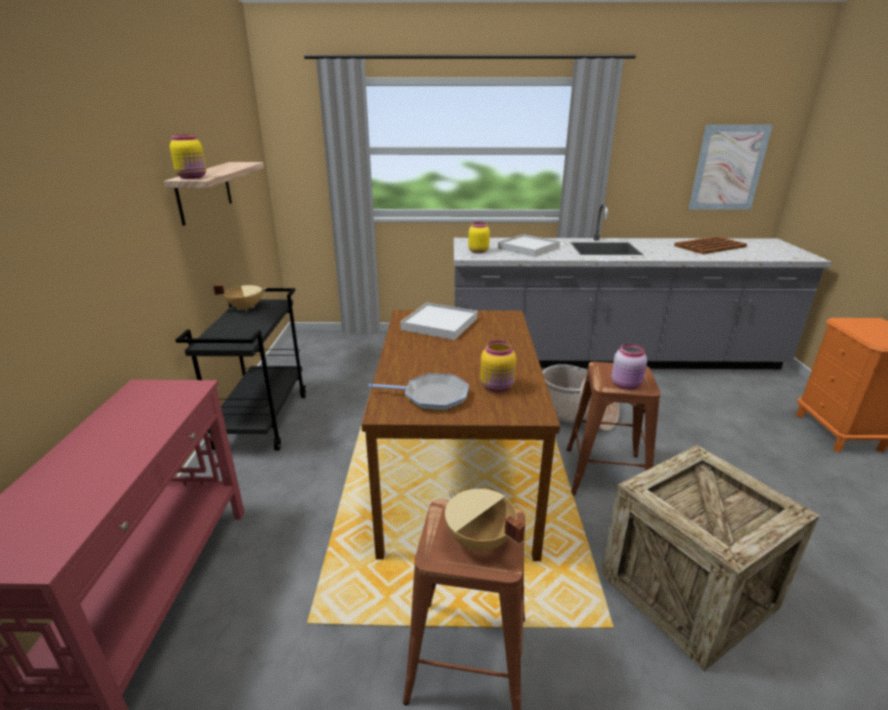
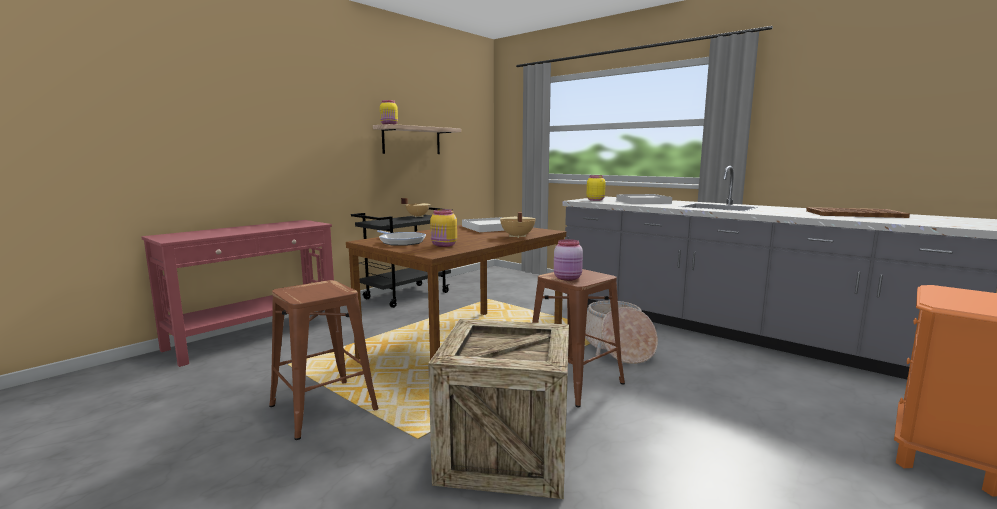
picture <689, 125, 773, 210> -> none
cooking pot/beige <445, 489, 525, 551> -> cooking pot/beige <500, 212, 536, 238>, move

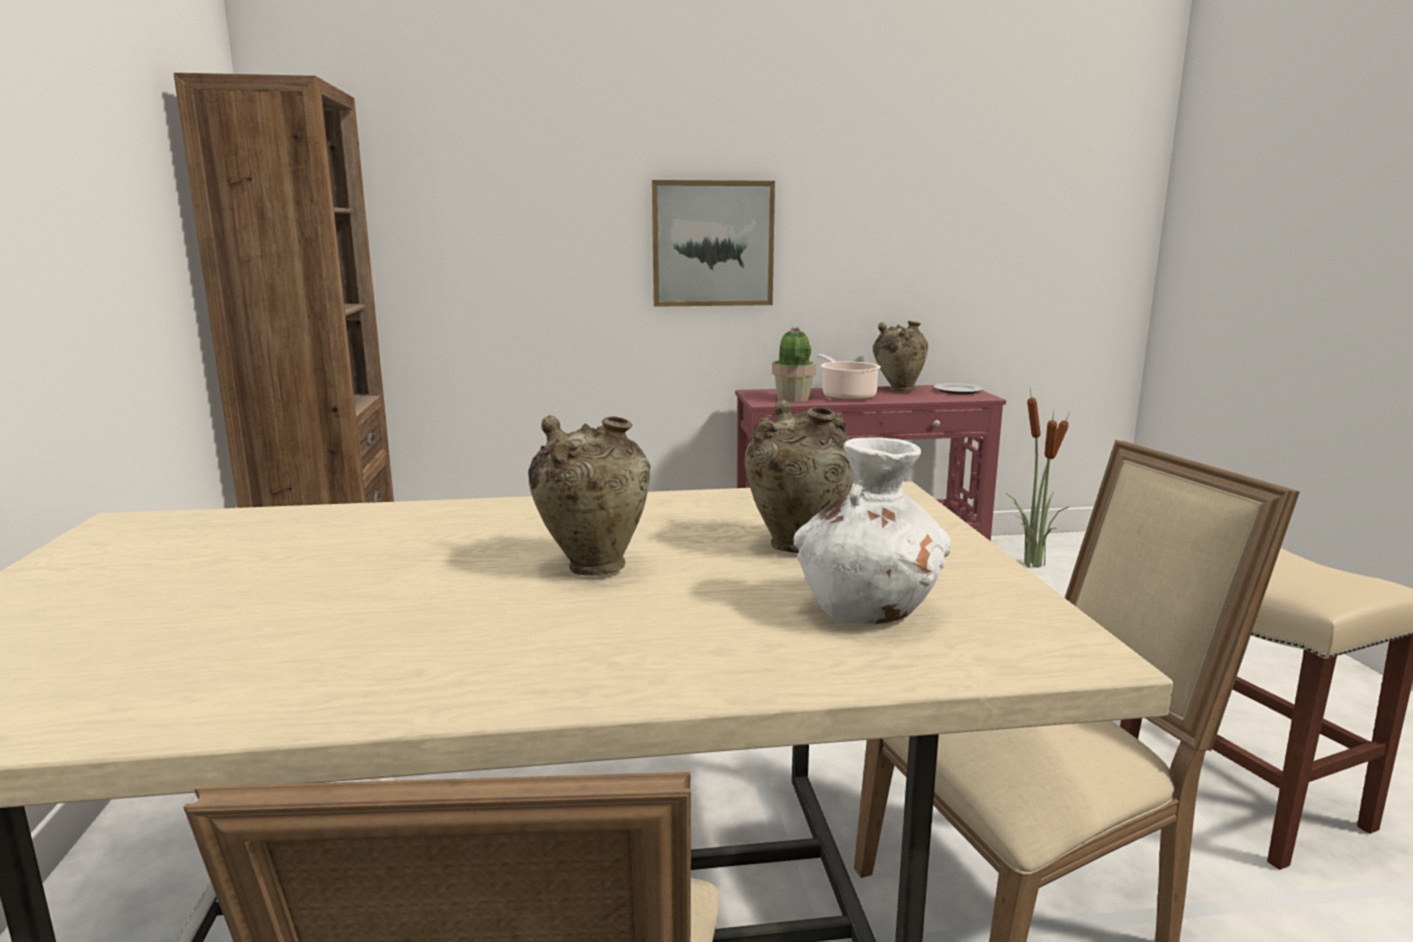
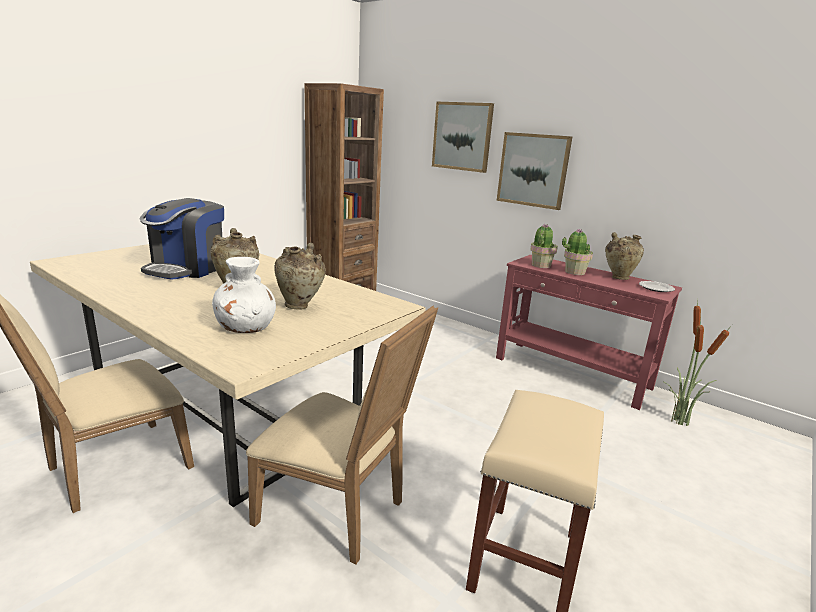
cooking pot <817, 354, 881, 401> -> potted plant <562, 228, 593, 275>
none -> picture <432, 102, 494, 173>
none -> coffee machine <140, 198, 224, 280>

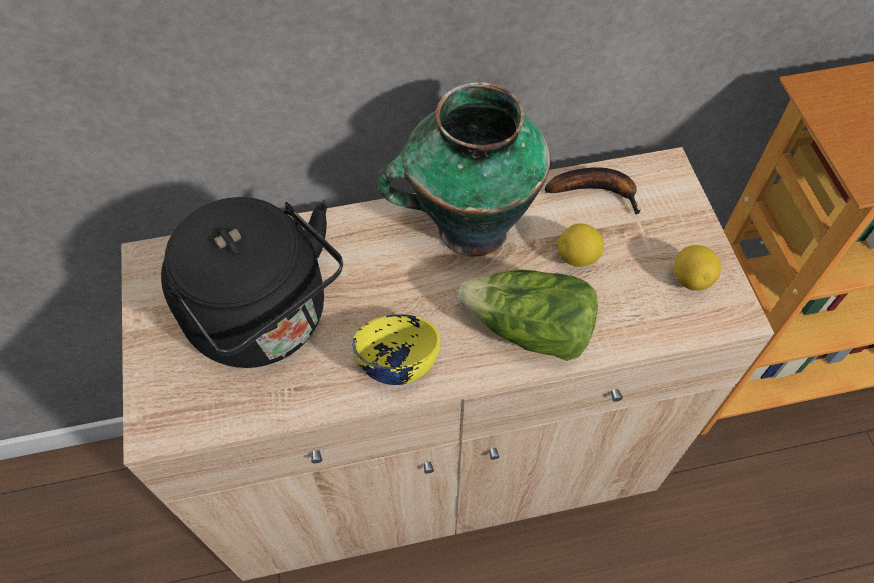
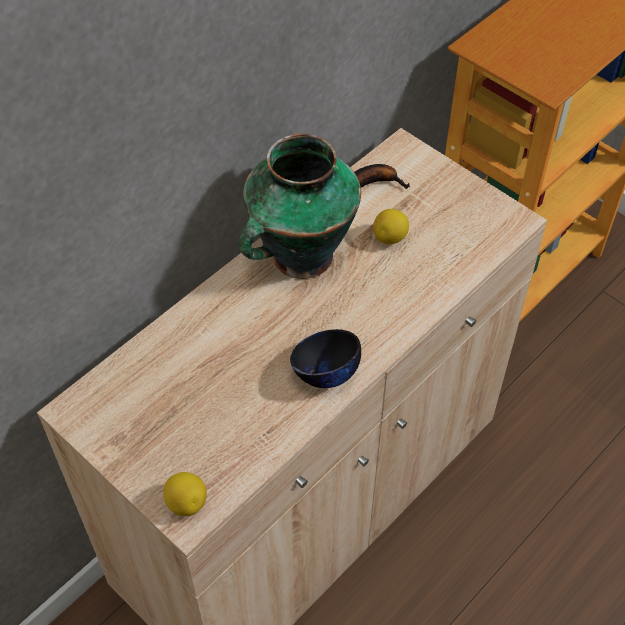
kettle/black <161, 197, 343, 368> -> none
lemon <674, 245, 721, 291> -> lemon <163, 472, 207, 516>, move
lettuce <458, 270, 598, 361> -> none
bowl/yellow <352, 314, 440, 385> -> bowl/black <290, 329, 361, 388>

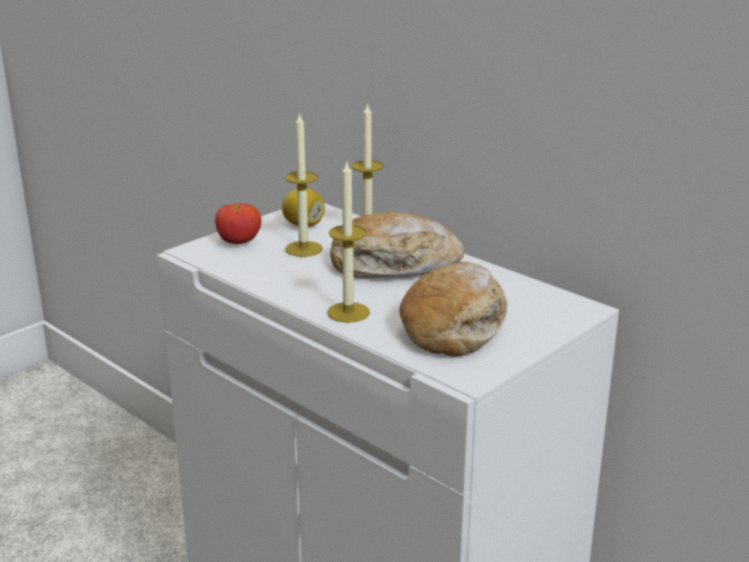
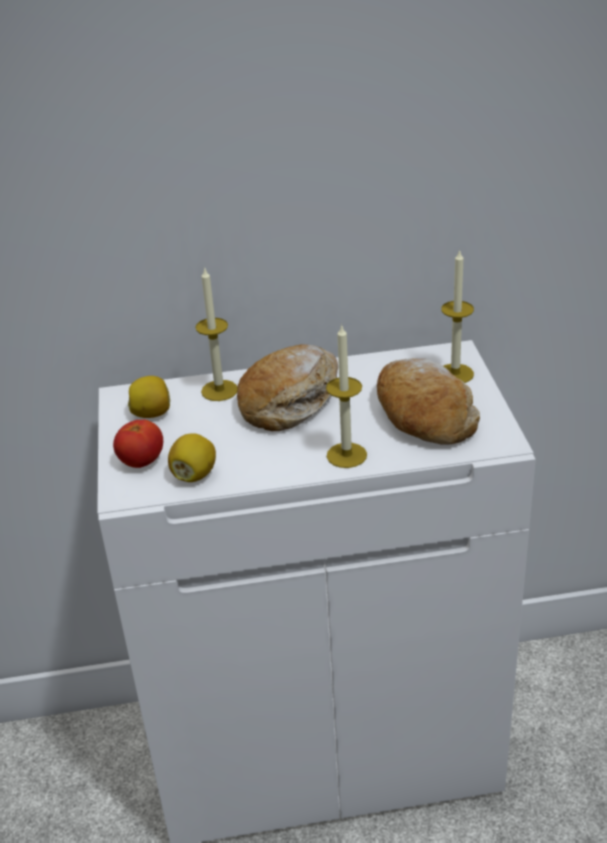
candle <285, 112, 323, 257> -> candle <441, 249, 474, 383>, move
none -> lemon <168, 433, 216, 482>

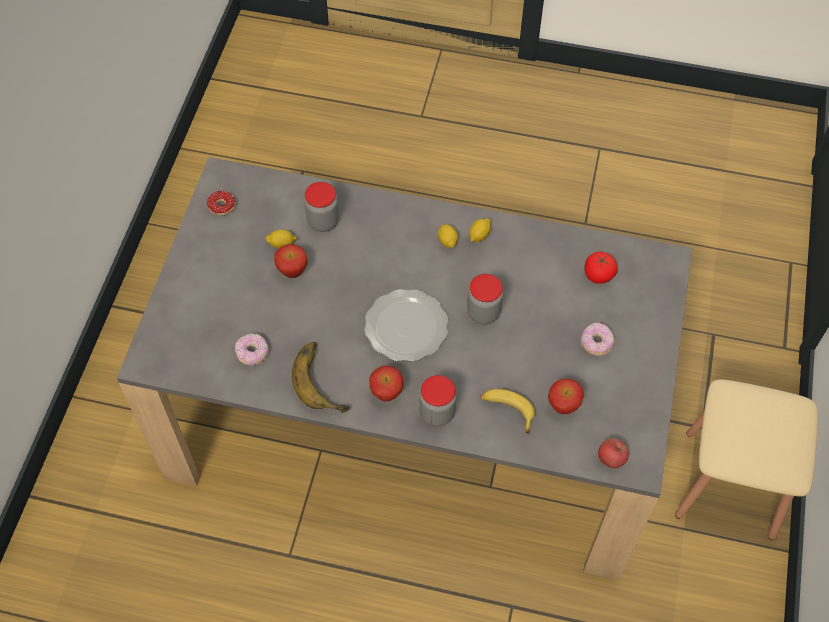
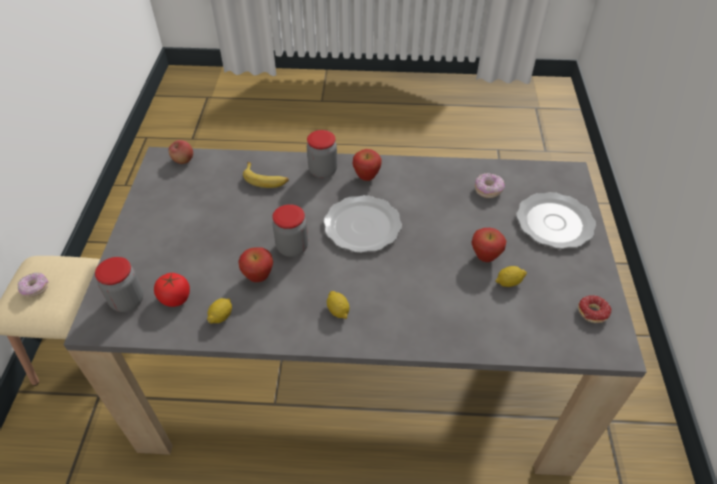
jar <304, 182, 339, 232> -> jar <95, 257, 144, 312>, move
lemon <469, 219, 491, 242> -> lemon <207, 298, 232, 323>, move
donut <581, 323, 614, 356> -> donut <17, 273, 49, 297>, move
banana <292, 342, 350, 413> -> none
apple <548, 378, 584, 414> -> apple <238, 247, 273, 282>, move
none -> plate <516, 192, 596, 249>

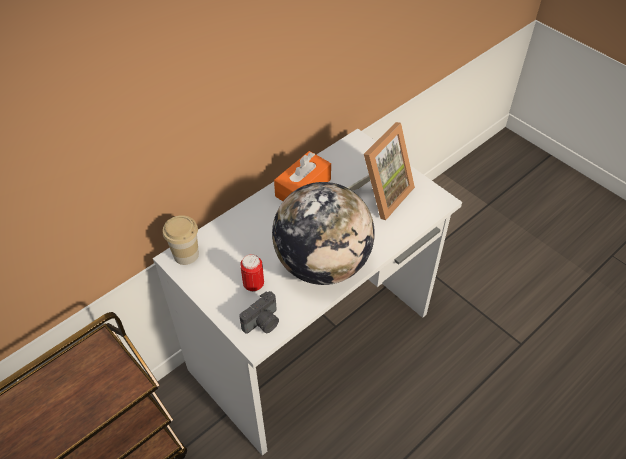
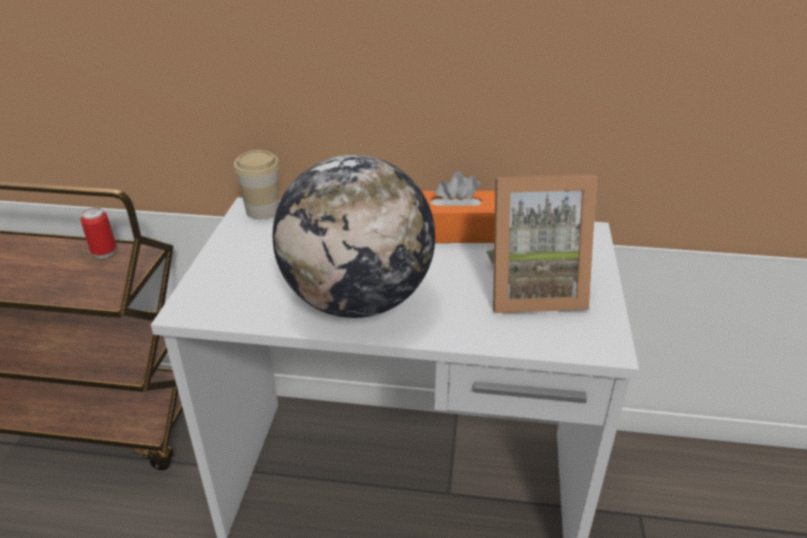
can <240, 254, 264, 292> -> can <81, 208, 116, 258>, move
photo camera <239, 291, 279, 334> -> none

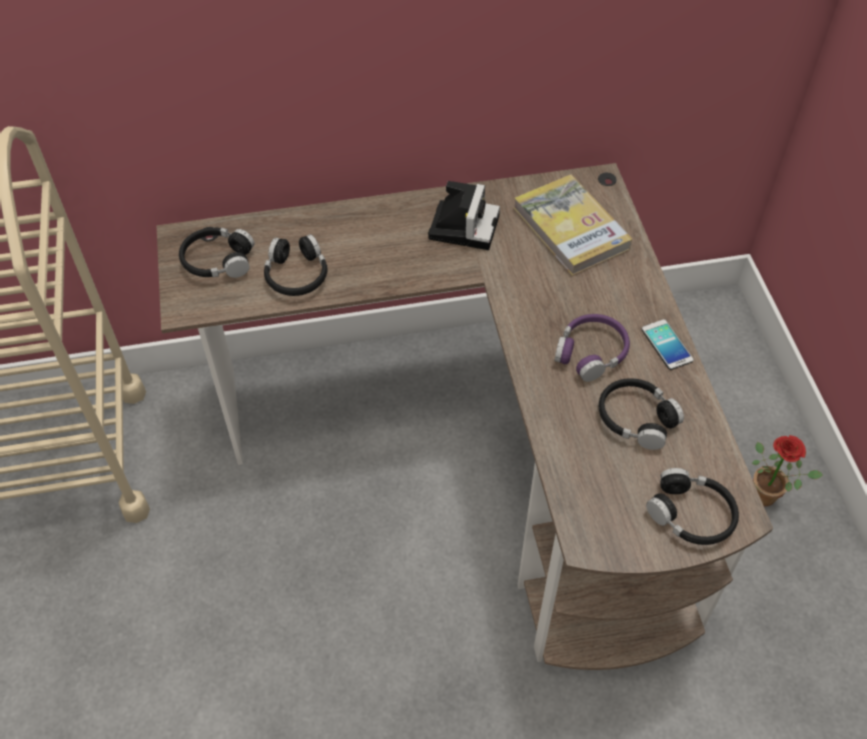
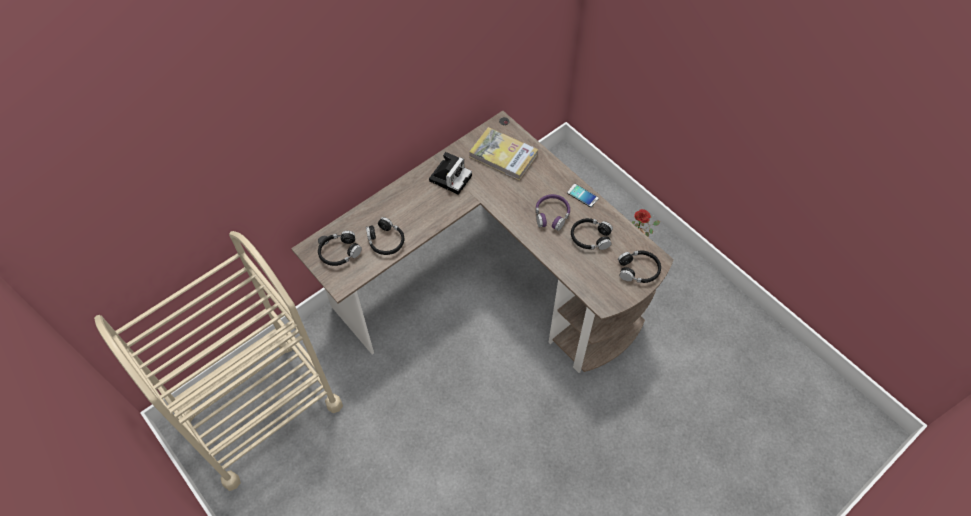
photo camera <428, 181, 500, 250> -> photo camera <429, 152, 472, 195>, 45 degrees clockwise

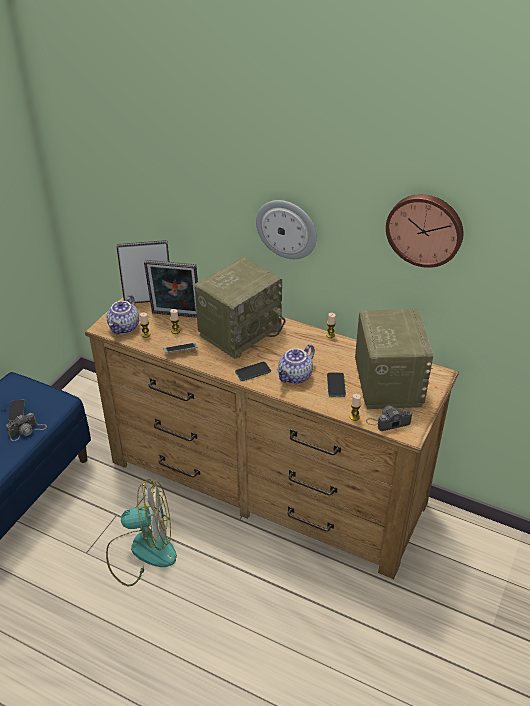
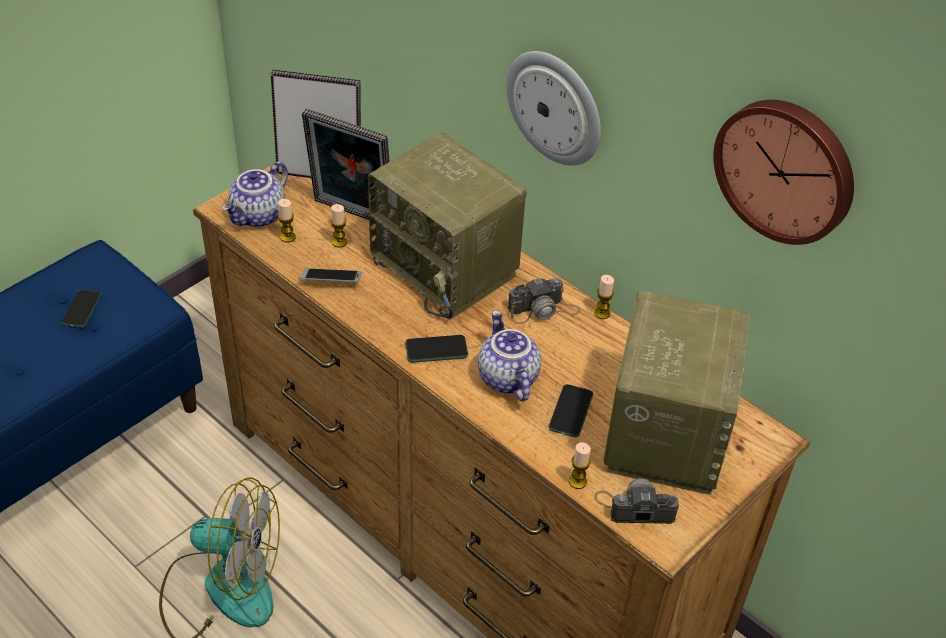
radio <194, 257, 285, 359> -> radio <368, 133, 527, 320>, 75 degrees clockwise
teapot <276, 344, 315, 384> -> teapot <478, 310, 541, 402>, 105 degrees clockwise
photo camera <6, 413, 47, 441> -> photo camera <508, 277, 580, 324>, move

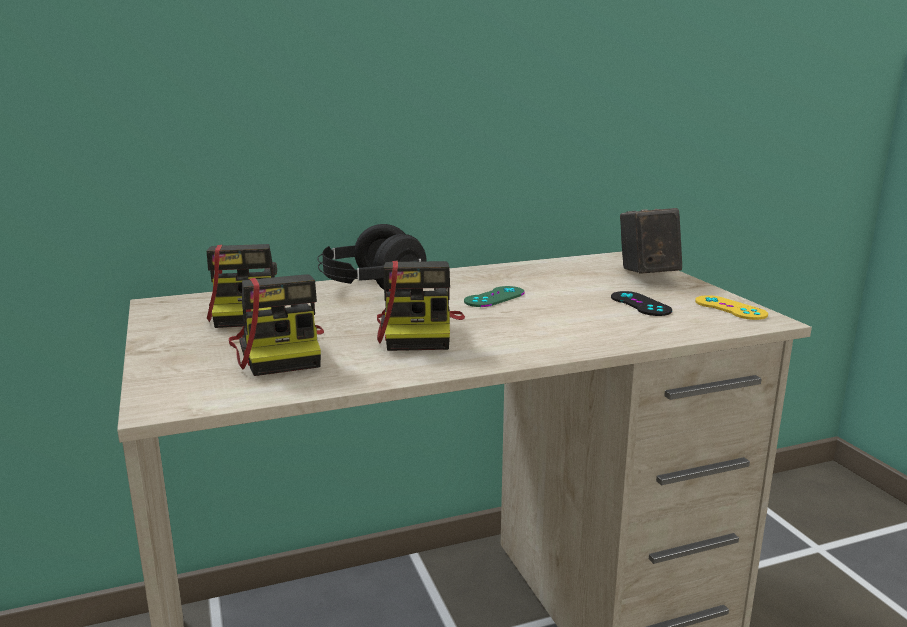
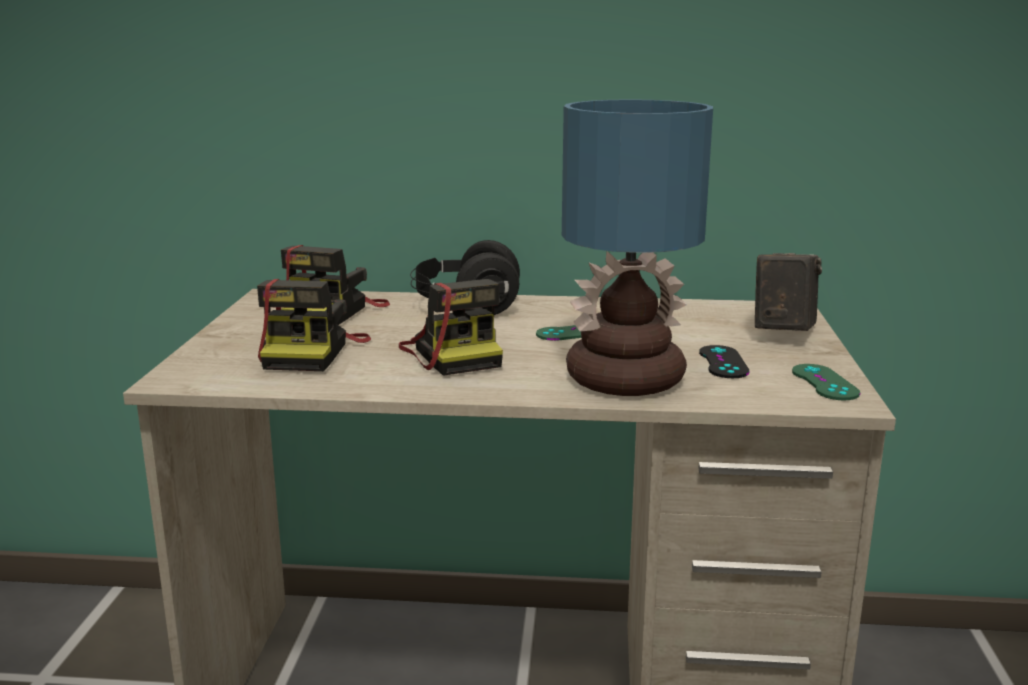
photo camera <377, 260, 465, 351> -> photo camera <399, 279, 503, 376>, 45 degrees counterclockwise
game controller/yellow <695, 295, 768, 320> -> game controller/green <792, 364, 860, 400>
none -> table lamp <562, 99, 713, 396>

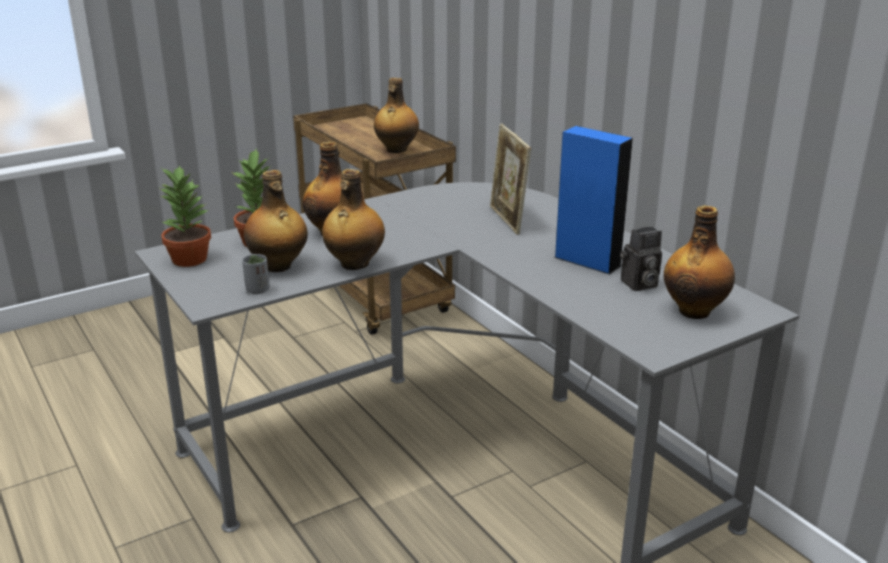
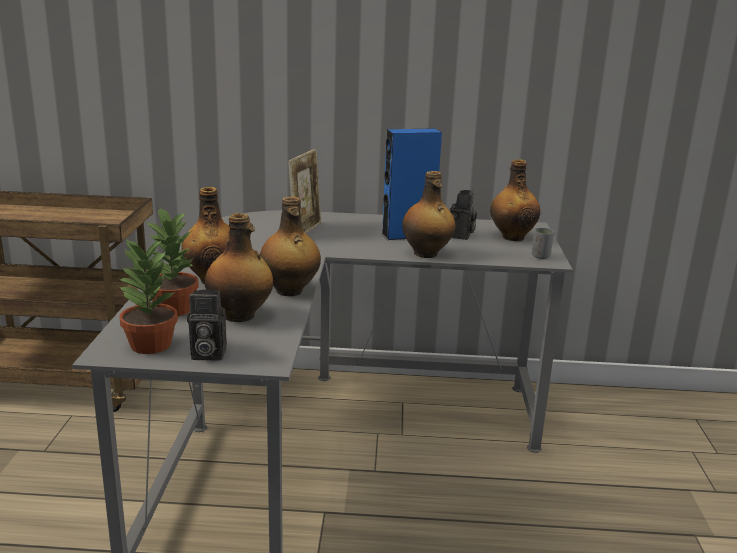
bottle <374, 78, 419, 153> -> bottle <402, 171, 456, 258>, move
picture frame <490, 124, 531, 235> -> picture frame <288, 149, 322, 234>, 90 degrees counterclockwise
cup/grey <242, 254, 270, 294> -> cup/grey <532, 228, 554, 259>, move
none -> photo camera <187, 290, 227, 361>

